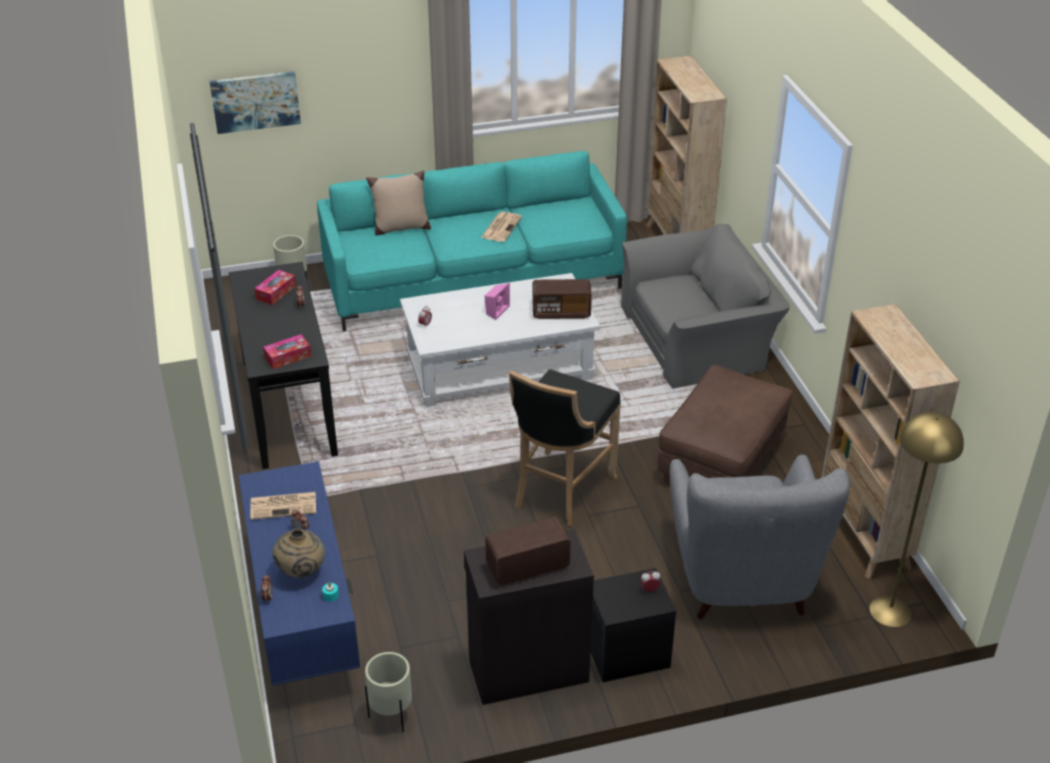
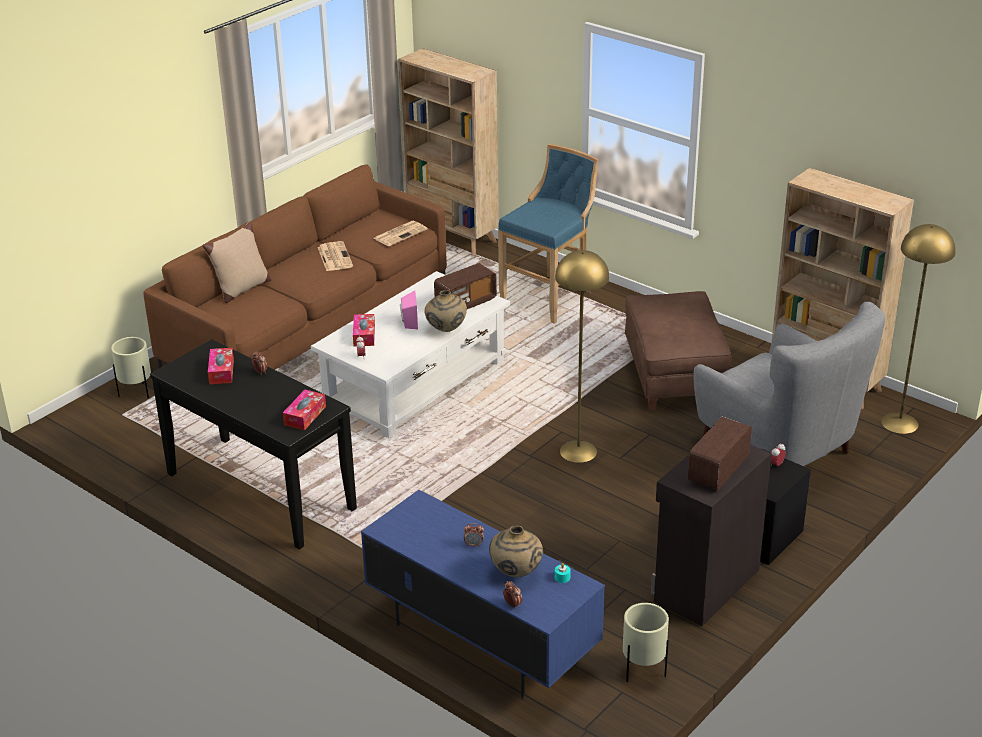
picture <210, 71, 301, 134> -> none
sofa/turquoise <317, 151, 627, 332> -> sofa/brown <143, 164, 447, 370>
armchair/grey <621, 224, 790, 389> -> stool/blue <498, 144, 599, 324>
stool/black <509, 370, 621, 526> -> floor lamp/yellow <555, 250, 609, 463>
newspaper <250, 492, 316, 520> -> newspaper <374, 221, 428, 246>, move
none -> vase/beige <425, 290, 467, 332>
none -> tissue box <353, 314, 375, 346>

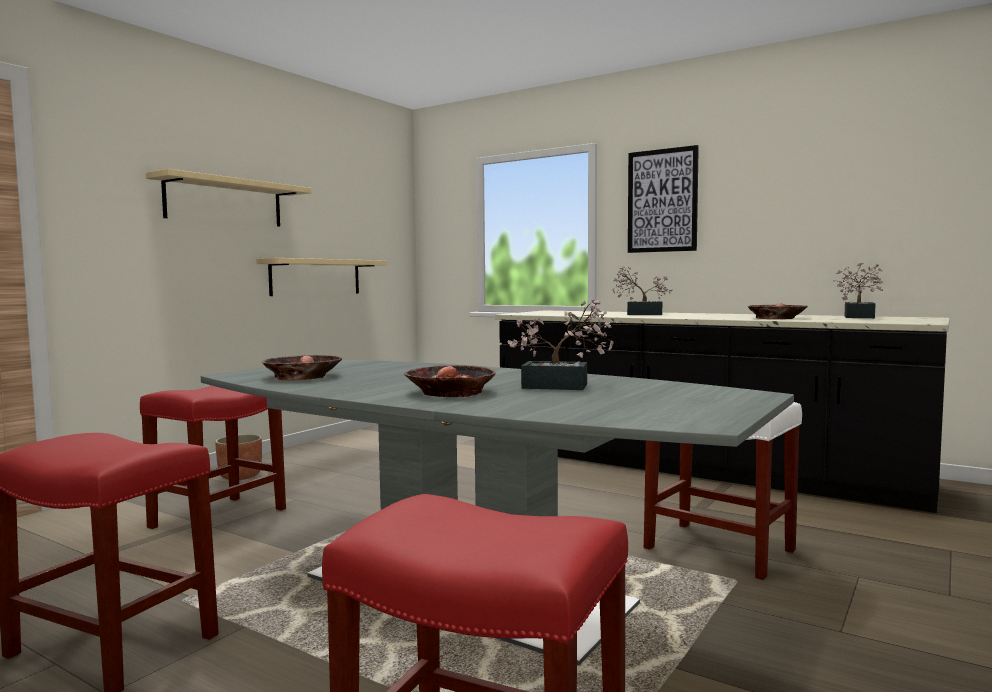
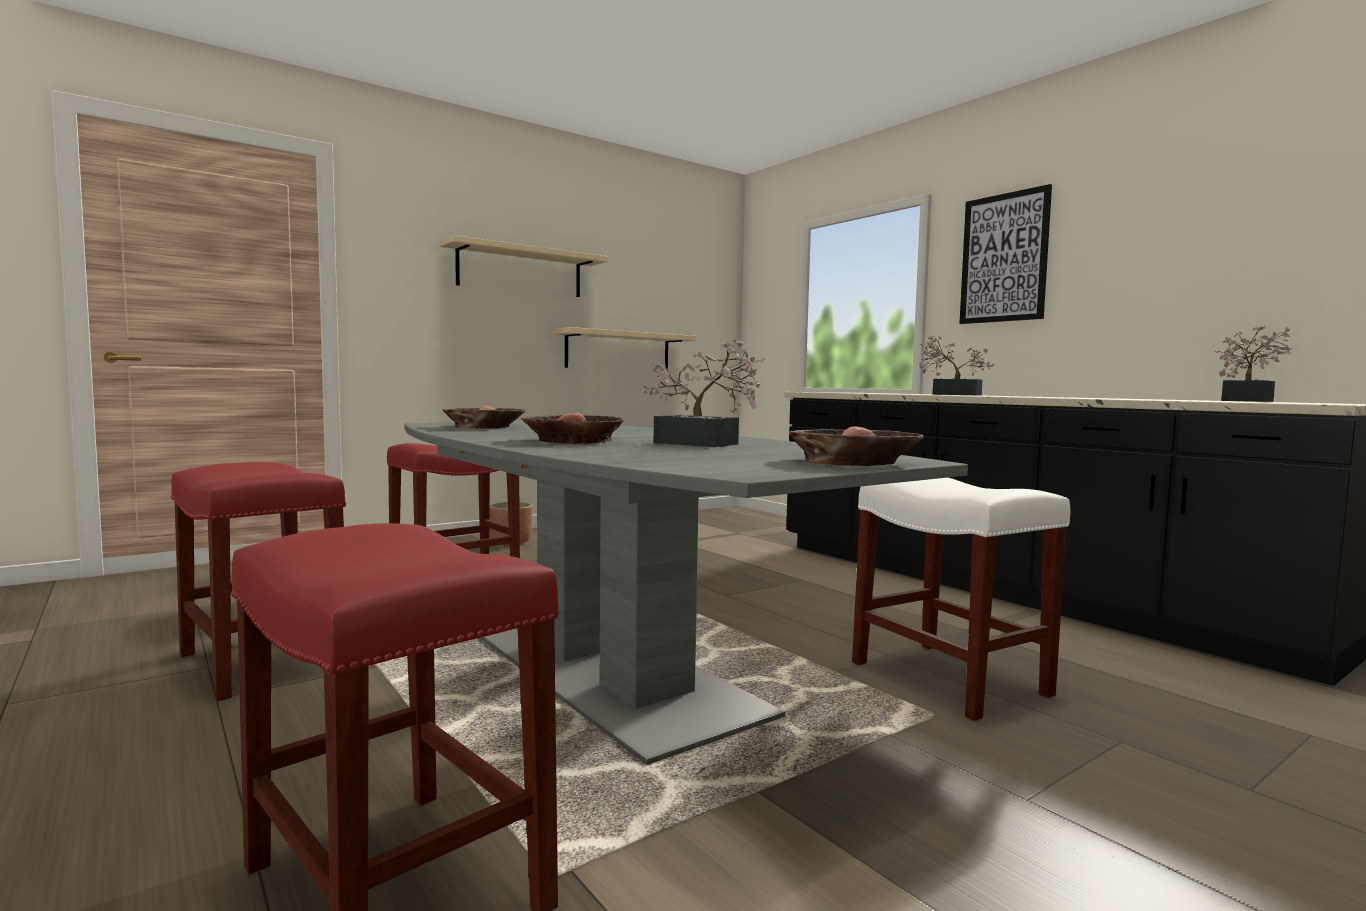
bowl <748, 303, 808, 319> -> bowl <789, 426, 924, 466>, move

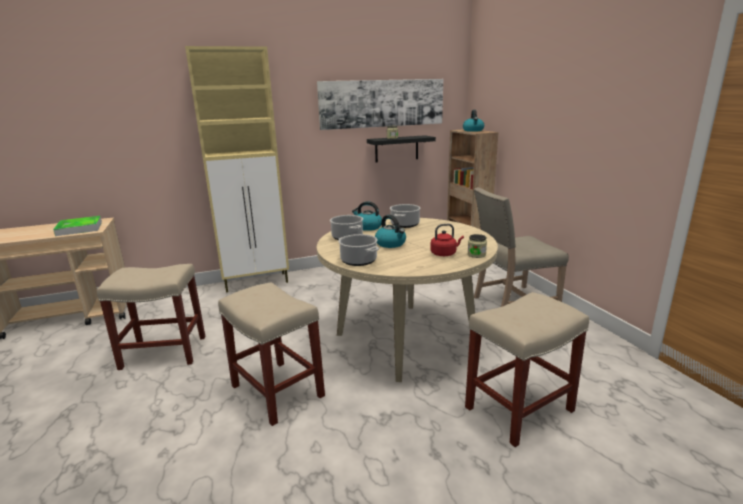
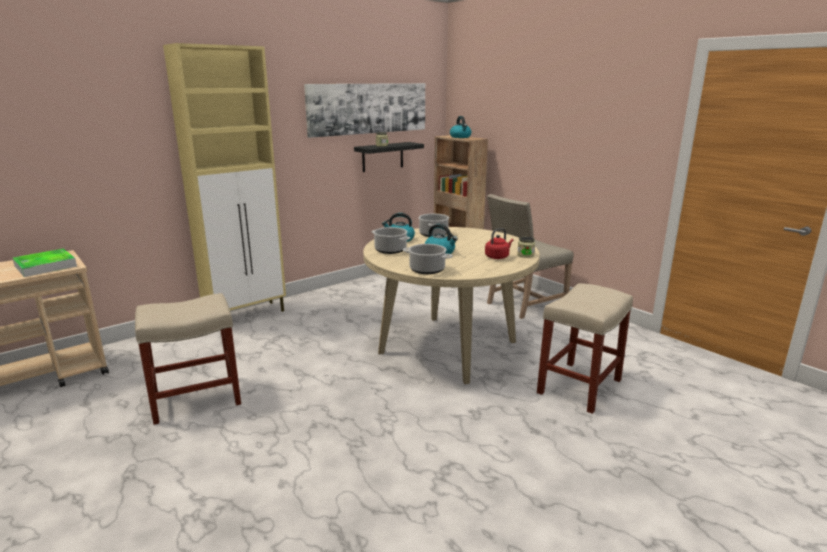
stool/beige <218, 282, 325, 426> -> none

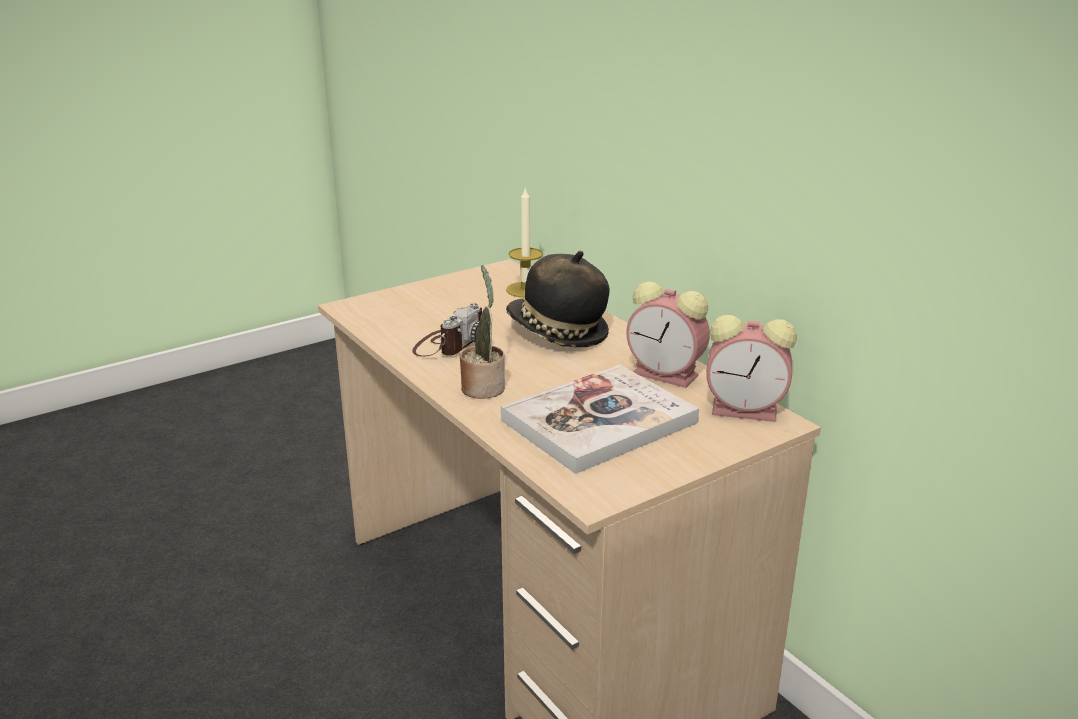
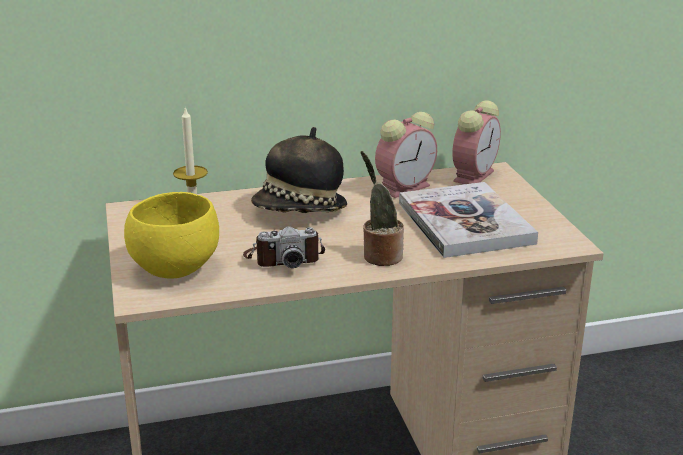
photo camera <412, 303, 482, 357> -> photo camera <243, 226, 325, 268>, 120 degrees clockwise
none -> bowl/yellow <124, 192, 219, 279>

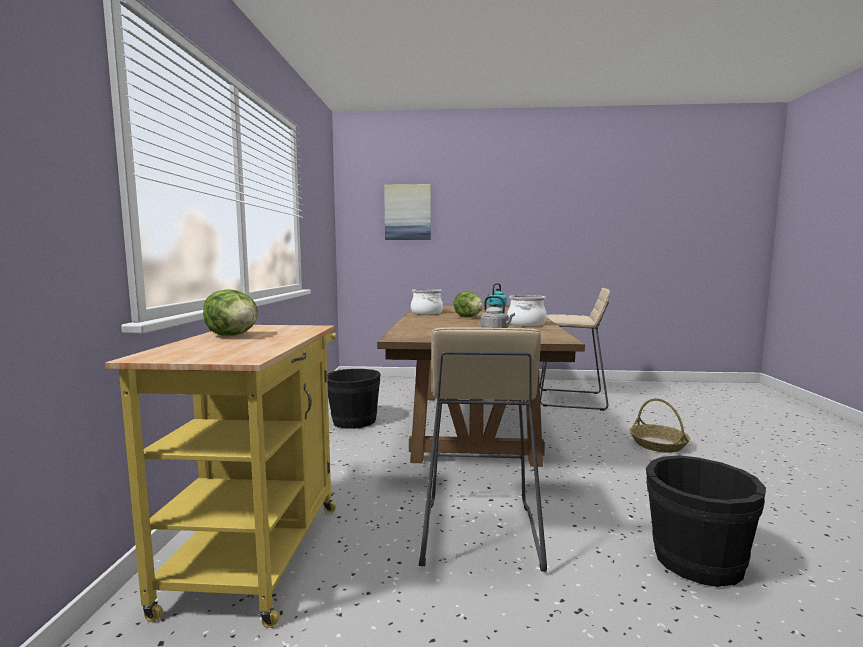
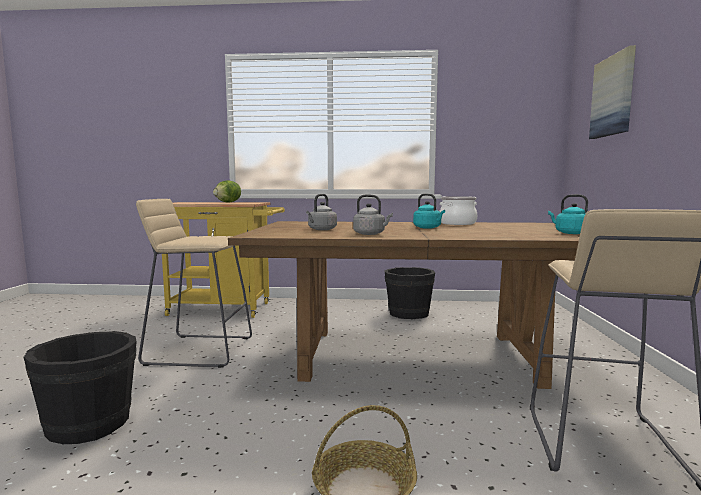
lettuce <453, 291, 483, 317> -> kettle/turquoise <413, 193, 445, 229>
cooking pot <507, 295, 547, 326> -> kettle/grey <353, 194, 393, 235>

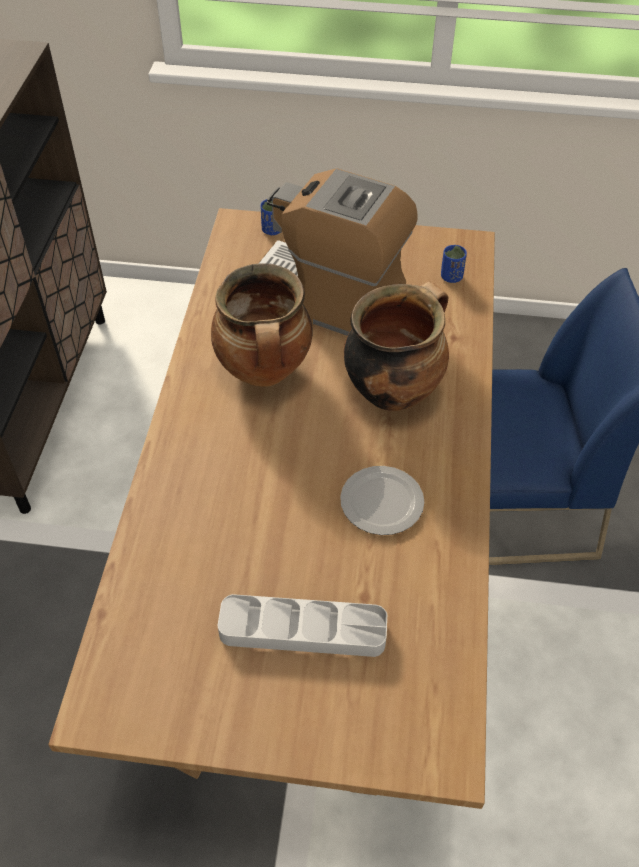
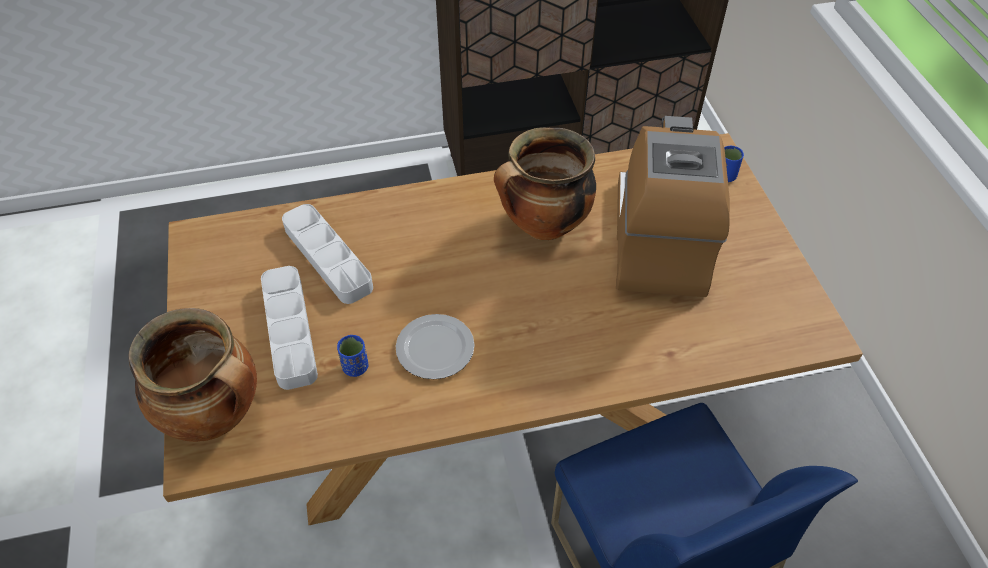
cup/blue <441, 245, 467, 283> -> cup/blue <337, 335, 368, 377>, move
cooking pot <344, 282, 449, 411> -> cooking pot <129, 308, 257, 442>, move
none -> tray/grey <282, 204, 373, 304>

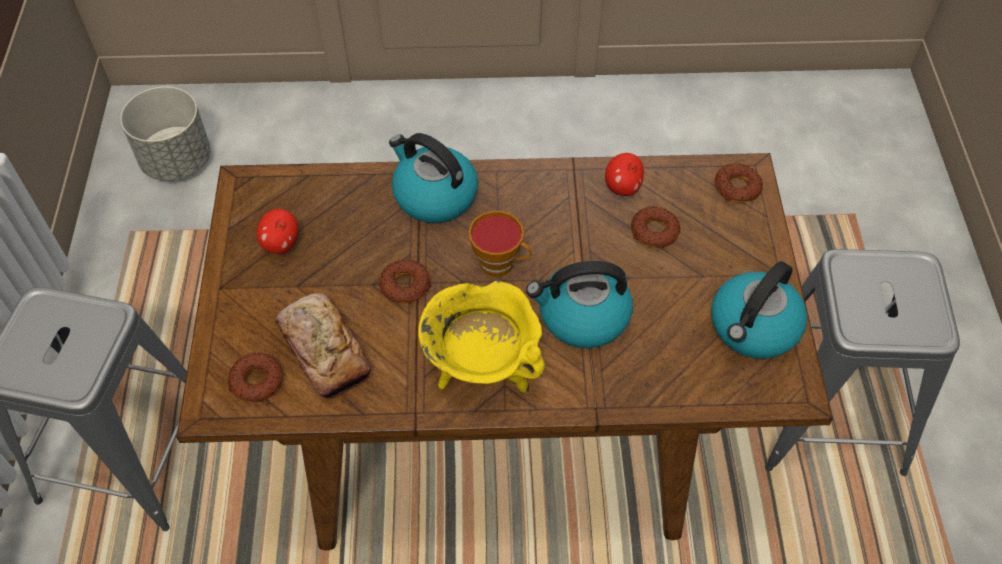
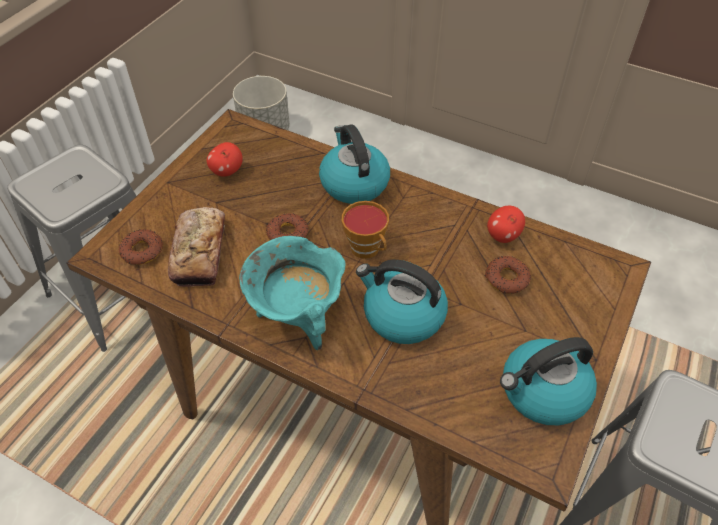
donut <714, 164, 763, 203> -> none
cooking pot/yellow <418, 280, 545, 393> -> cooking pot/turquoise <239, 236, 345, 350>

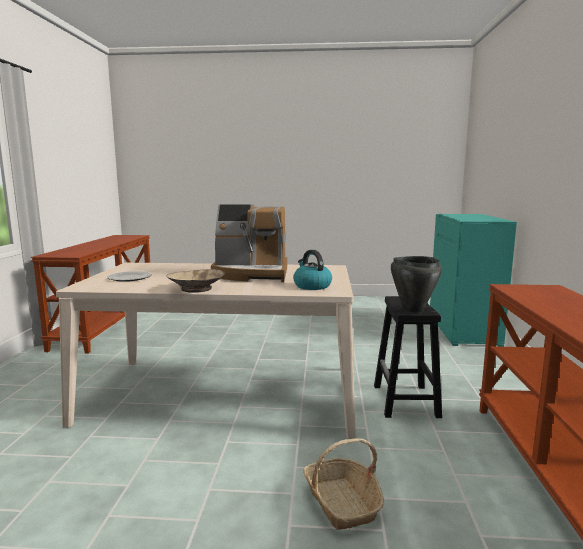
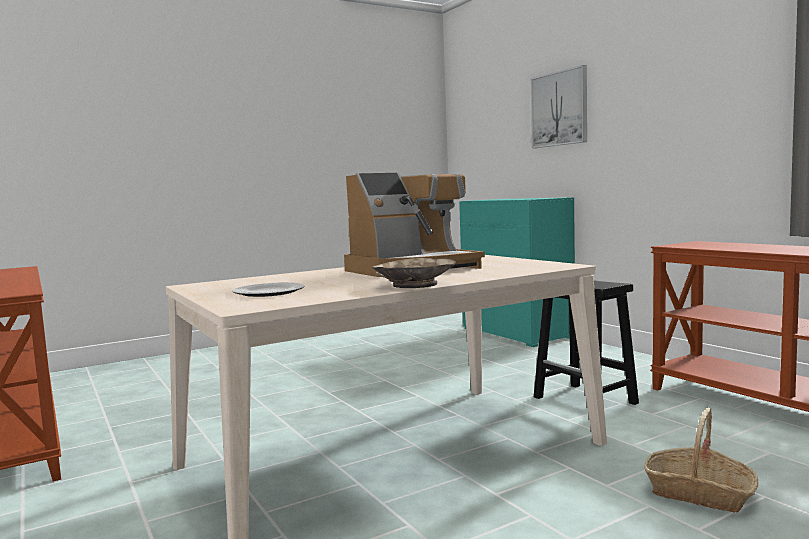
kettle <293, 250, 332, 290> -> none
cooking pot/black <391, 256, 442, 313> -> none
none -> picture <531, 65, 587, 148>

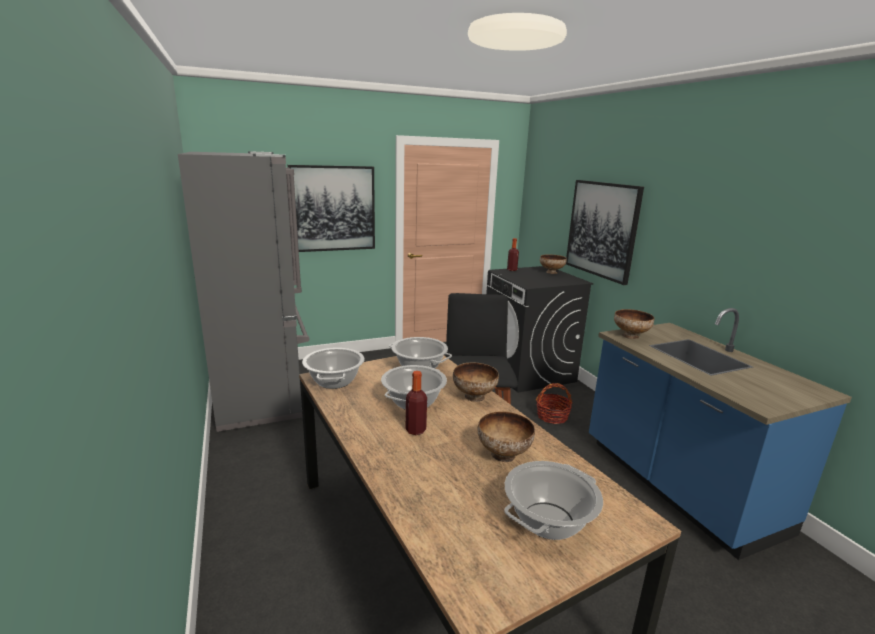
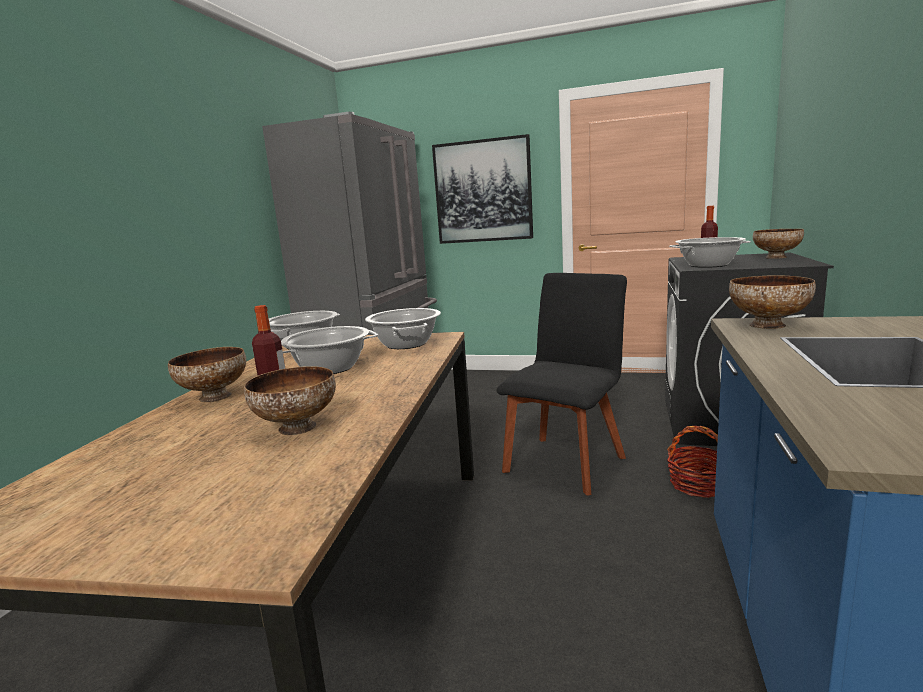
picture <566, 180, 644, 285> -> none
bowl <453, 363, 499, 402> -> bowl <168, 347, 246, 402>, move
cooking pot <504, 461, 603, 540> -> cooking pot <669, 237, 751, 268>, move

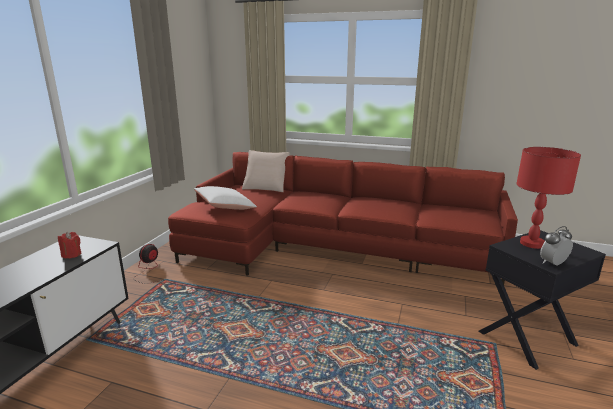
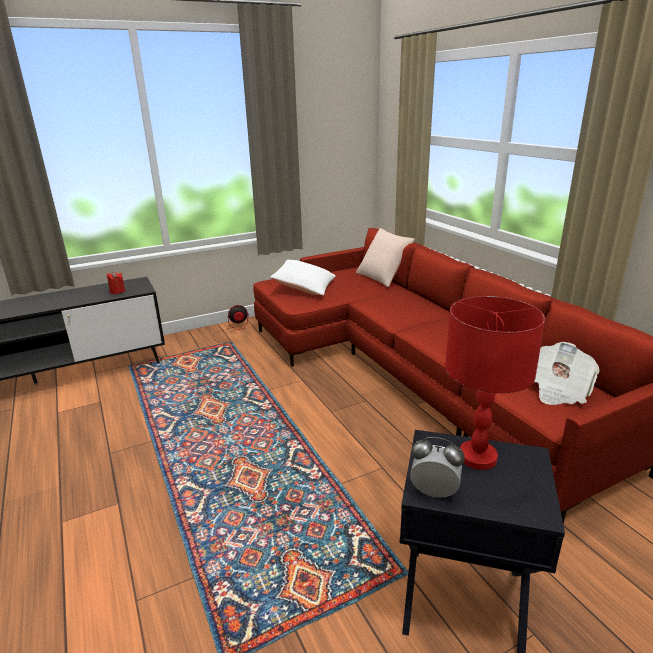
none -> newspaper <534, 342, 600, 405>

